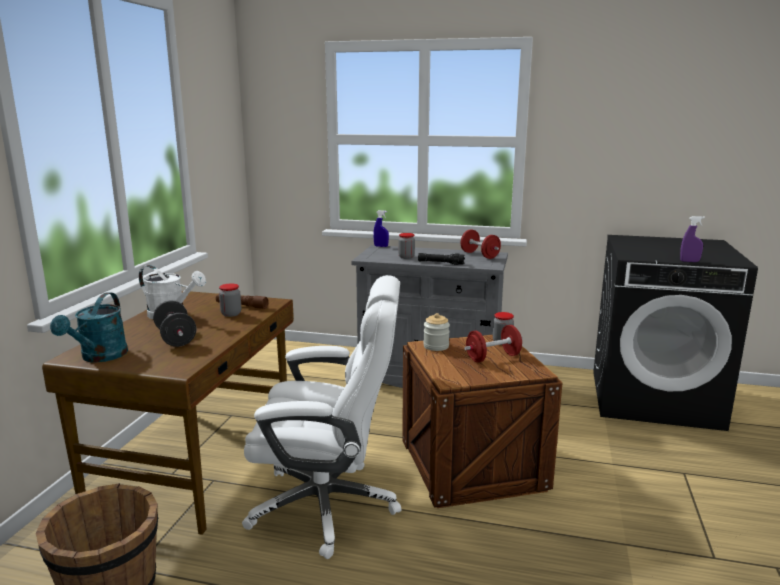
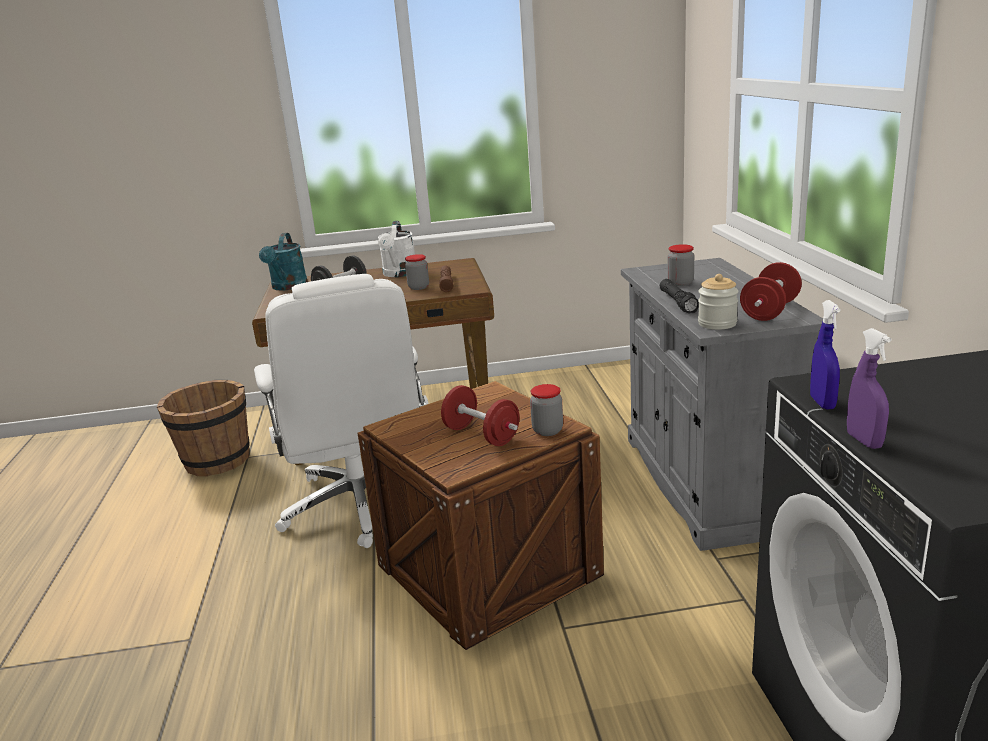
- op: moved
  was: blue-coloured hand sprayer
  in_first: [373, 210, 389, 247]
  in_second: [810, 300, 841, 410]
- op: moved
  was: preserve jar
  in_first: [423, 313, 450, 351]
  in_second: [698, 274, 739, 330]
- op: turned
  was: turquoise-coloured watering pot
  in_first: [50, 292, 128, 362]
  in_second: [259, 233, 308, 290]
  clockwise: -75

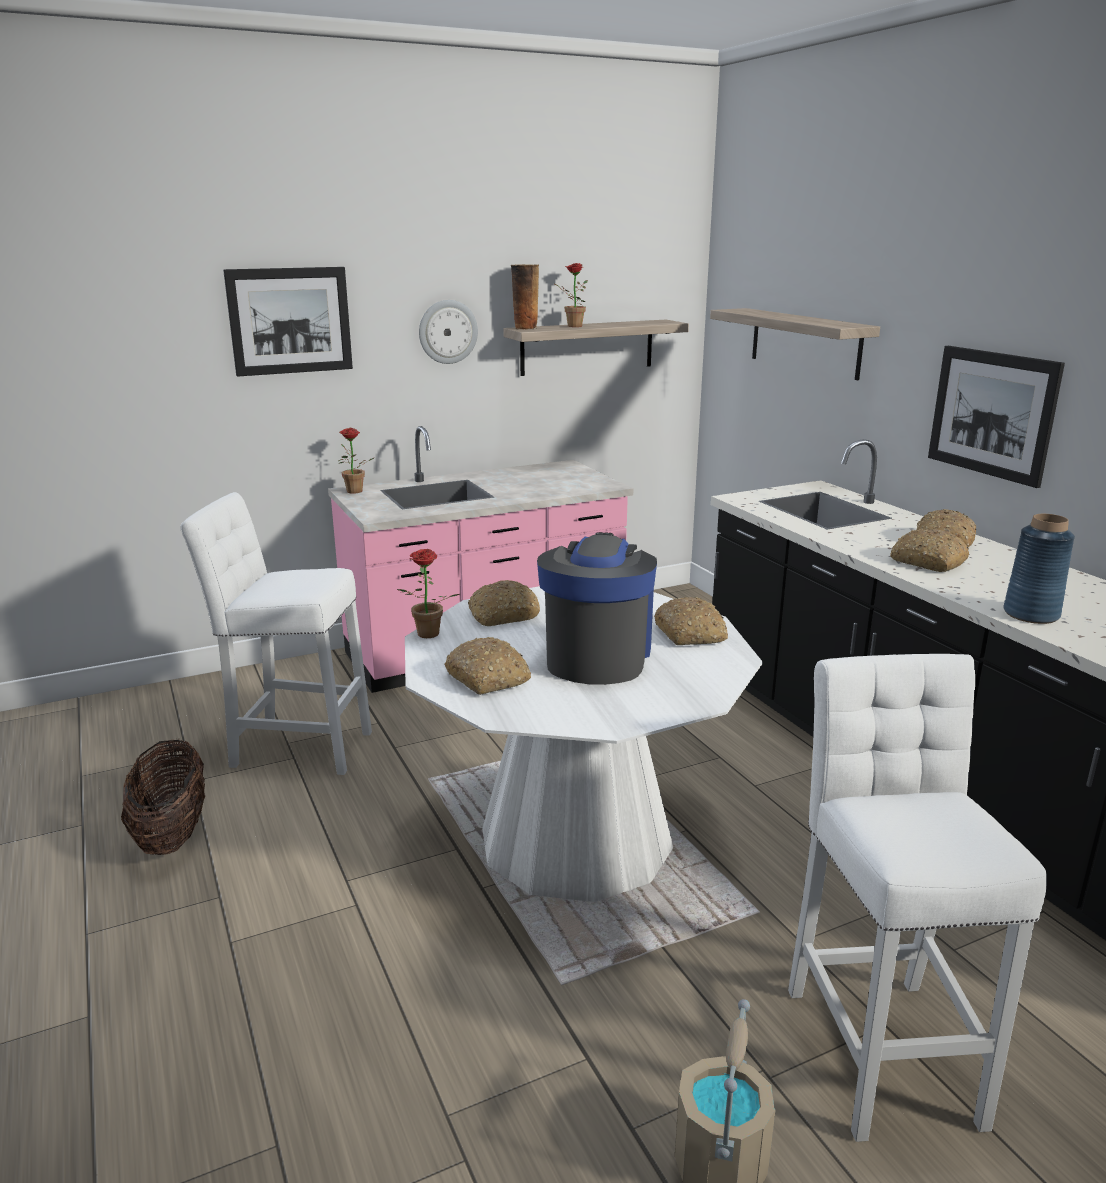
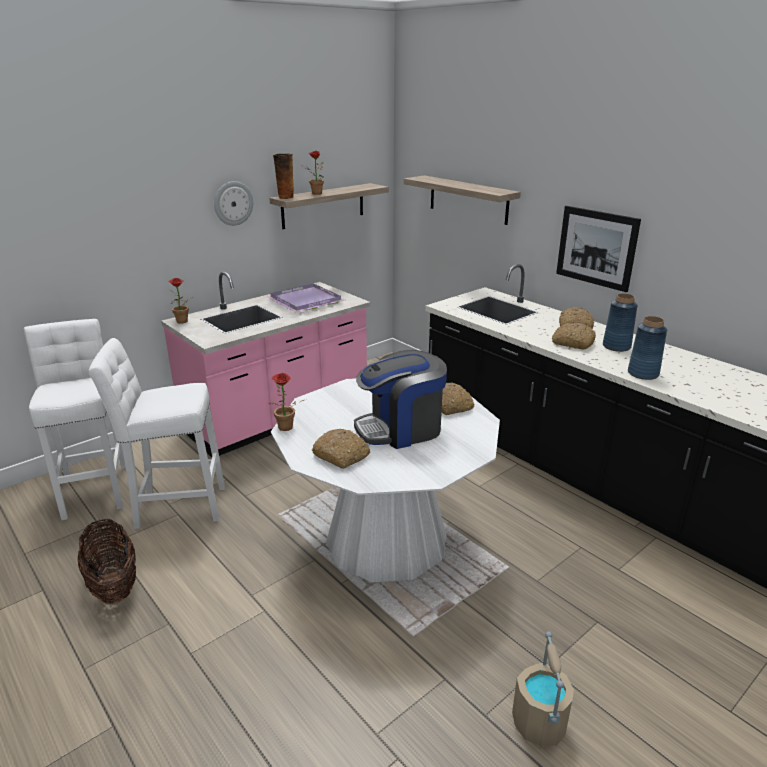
- op: removed
  was: picture
  in_first: [223, 267, 353, 377]
- op: removed
  was: baked bread
  in_first: [468, 580, 540, 626]
- op: added
  now: purple tray
  in_second: [266, 283, 345, 312]
- op: added
  now: blue-coloured flower vase
  in_second: [603, 293, 638, 352]
- op: moved
  was: white stool seat
  in_first: [788, 654, 1047, 1142]
  in_second: [24, 319, 126, 520]
- op: turned
  was: coffee machine
  in_first: [537, 532, 657, 685]
  in_second: [354, 350, 447, 449]
  clockwise: -105

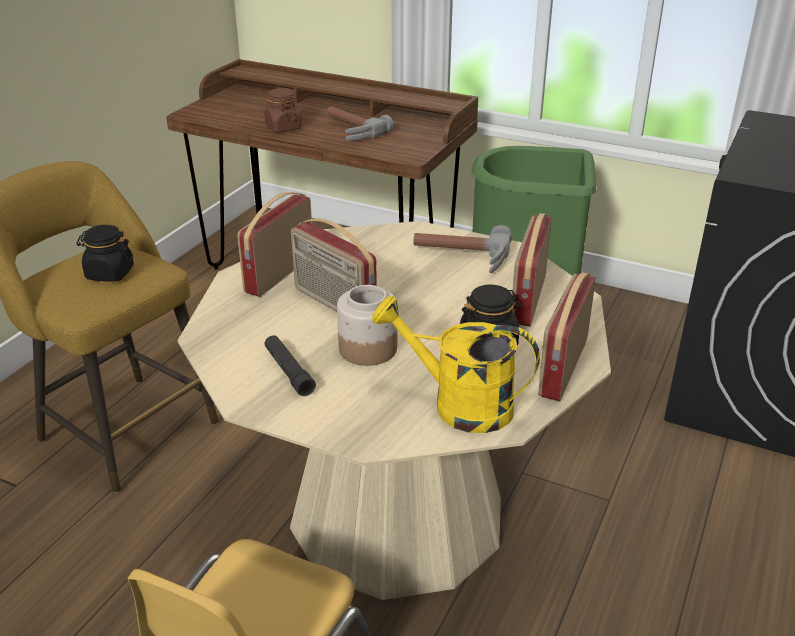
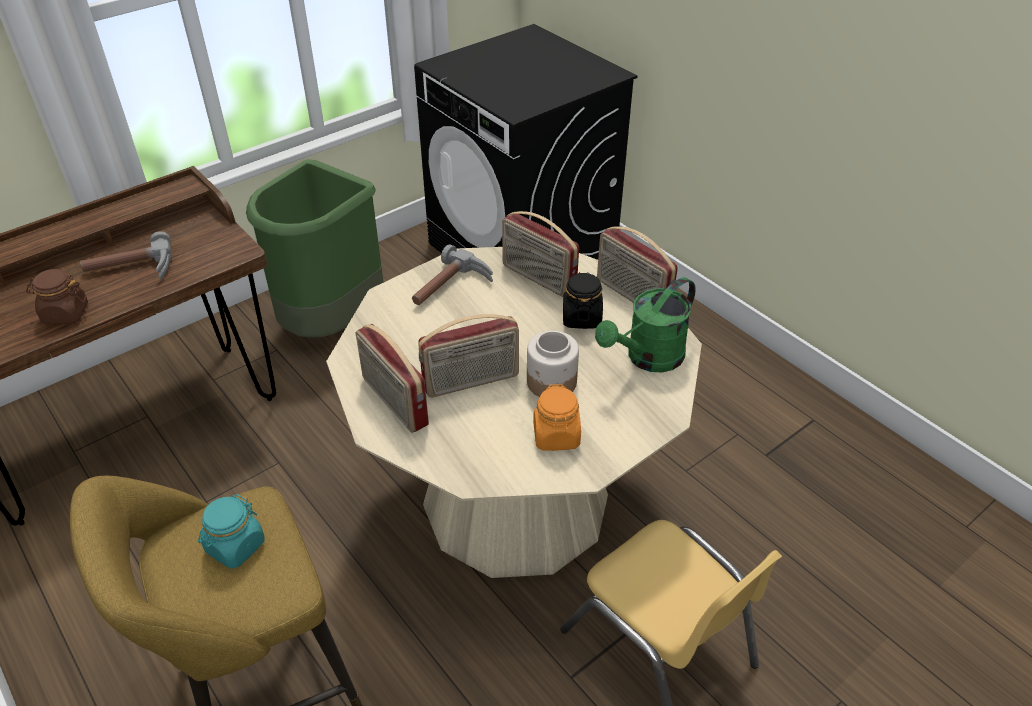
- op: replaced
  was: black-coloured flashlight
  now: orange preserve jar
  in_first: [265, 335, 316, 396]
  in_second: [533, 384, 581, 451]
- op: recoloured
  was: black-coloured preserve jar
  now: turquoise-coloured preserve jar
  in_first: [77, 225, 134, 282]
  in_second: [198, 494, 265, 568]
- op: recoloured
  was: yellow-coloured watering pot
  now: green watering pot
  in_first: [372, 296, 540, 433]
  in_second: [595, 277, 696, 372]

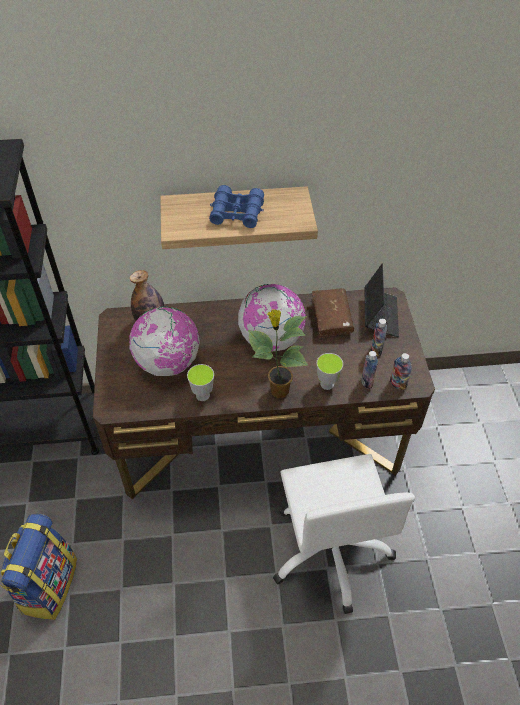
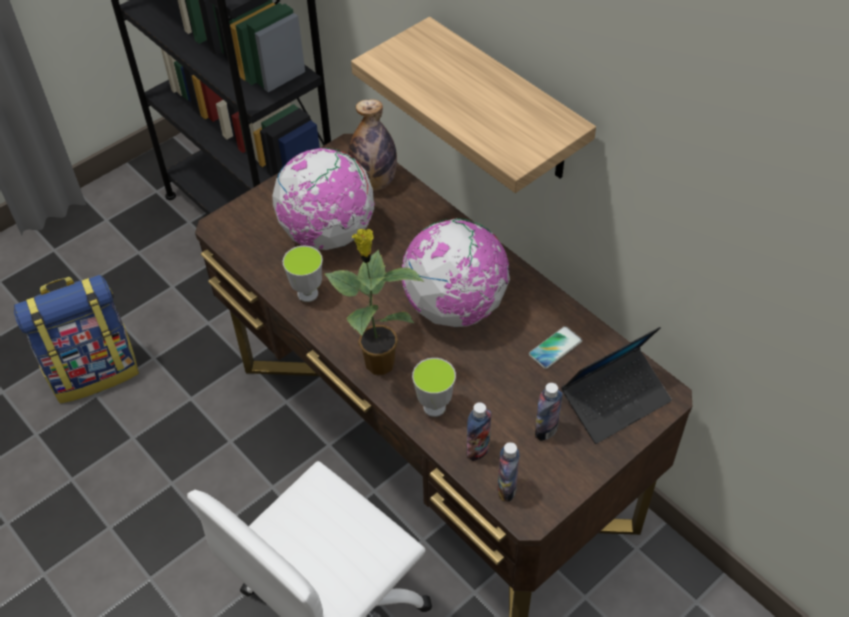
- op: removed
  was: blue-coloured binoculars
  in_first: [209, 185, 264, 228]
- op: replaced
  was: brown bound book
  now: handset
  in_first: [312, 288, 354, 339]
  in_second: [529, 326, 582, 369]

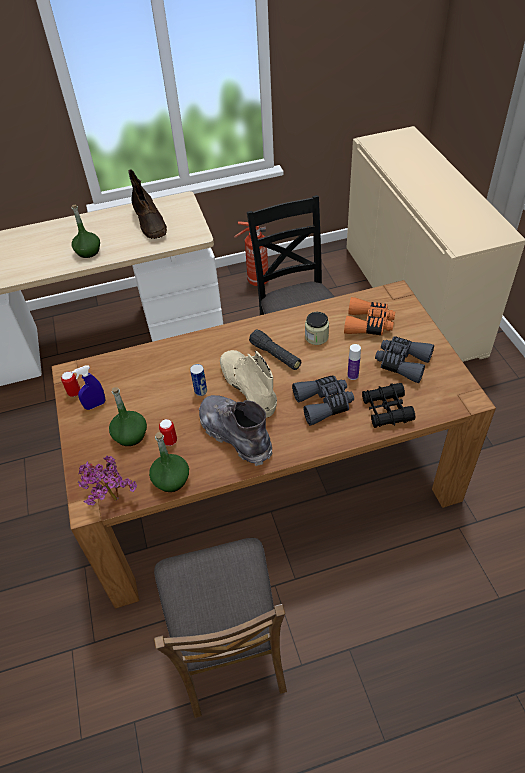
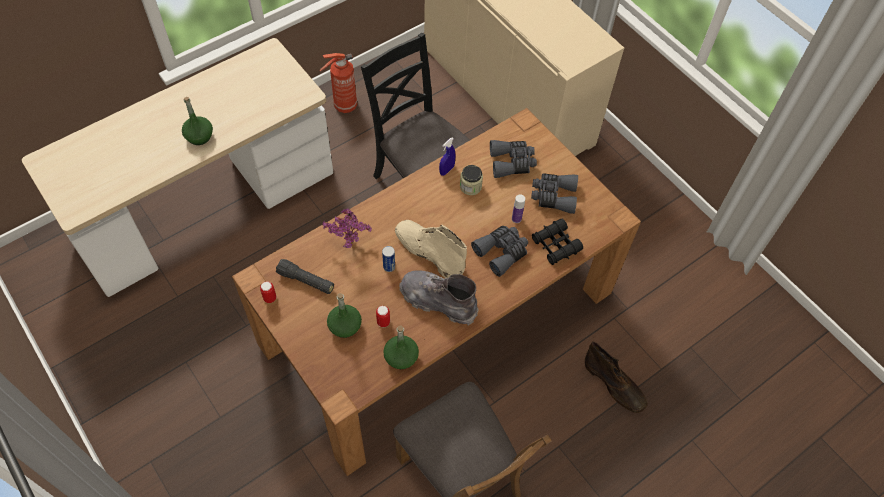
- op: moved
  was: blue-coloured hand sprayer
  in_first: [72, 366, 106, 410]
  in_second: [439, 138, 456, 176]
- op: moved
  was: houseplant
  in_first: [77, 456, 137, 506]
  in_second: [322, 208, 372, 248]
- op: moved
  was: brown high-top boot
  in_first: [129, 170, 167, 239]
  in_second: [585, 341, 648, 413]
- op: moved
  was: black-coloured flashlight
  in_first: [249, 330, 301, 370]
  in_second: [276, 259, 334, 294]
- op: recoloured
  was: orange binoculars
  now: greyish binoculars
  in_first: [344, 297, 395, 335]
  in_second: [490, 140, 537, 178]

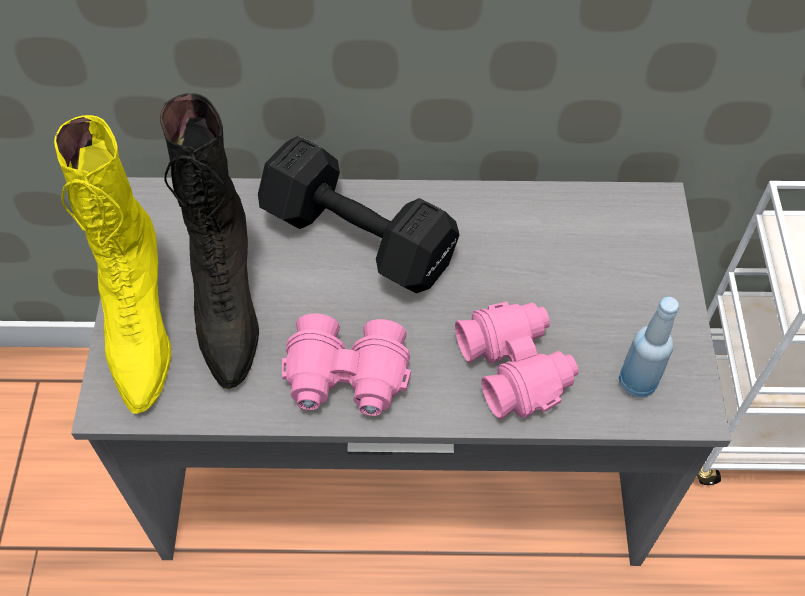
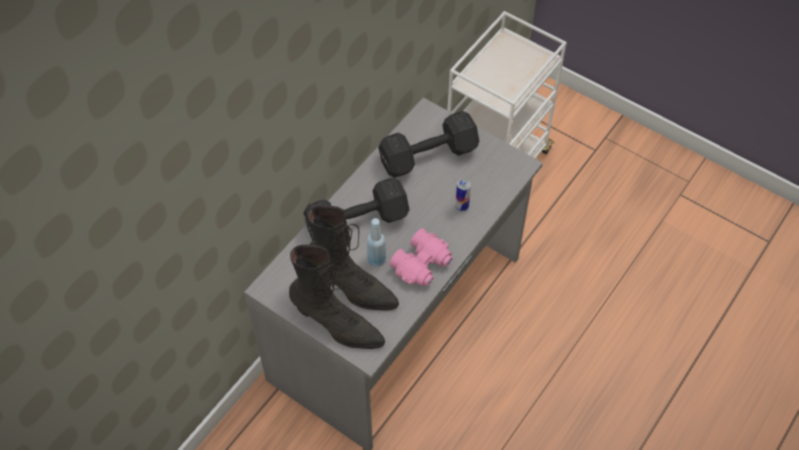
- op: added
  now: black-coloured free weight
  in_second: [378, 111, 479, 178]
- op: moved
  was: blue-coloured beverage bottle
  in_first: [619, 297, 679, 398]
  in_second: [367, 218, 386, 267]
- op: replaced
  was: pinkish binoculars
  now: sealed can
  in_first: [455, 302, 579, 419]
  in_second: [455, 178, 471, 211]
- op: recoloured
  was: yellow-coloured high-top boot
  now: black-coloured high-top boot
  in_first: [54, 115, 171, 414]
  in_second: [289, 245, 385, 349]

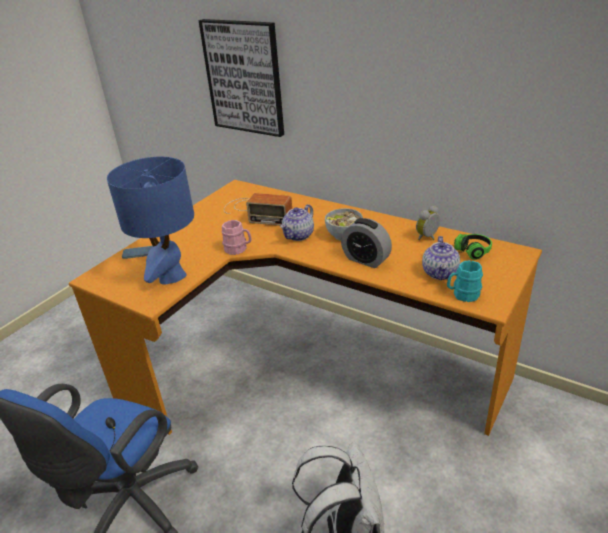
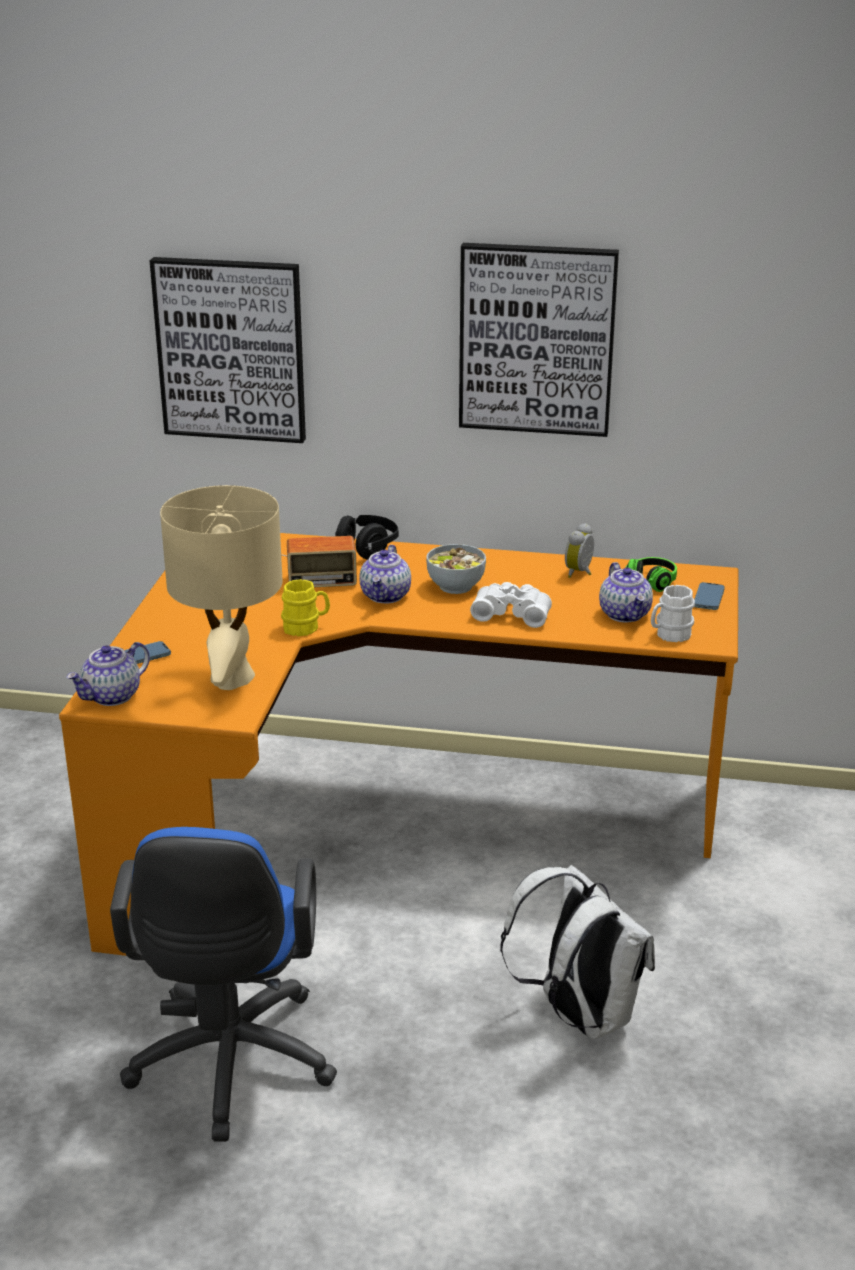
- op: added
  now: teapot
  in_second: [67, 642, 150, 706]
- op: added
  now: black-coloured headphones
  in_second: [335, 515, 399, 559]
- op: added
  now: picture
  in_second: [459, 243, 619, 437]
- op: added
  now: handset
  in_second: [694, 582, 725, 610]
- op: replaced
  was: bedside clock
  now: white binoculars
  in_first: [341, 218, 392, 268]
  in_second: [470, 582, 552, 628]
- op: recoloured
  was: blue-coloured tabletop lamp
  now: beige tabletop lamp
  in_first: [107, 157, 194, 285]
  in_second: [160, 485, 283, 690]
- op: recoloured
  was: pinkish coffee mug
  now: yellow-coloured coffee mug
  in_first: [221, 220, 252, 255]
  in_second: [281, 579, 330, 636]
- op: recoloured
  was: turquoise-coloured coffee mug
  now: white coffee mug
  in_first: [447, 260, 483, 302]
  in_second: [651, 585, 695, 642]

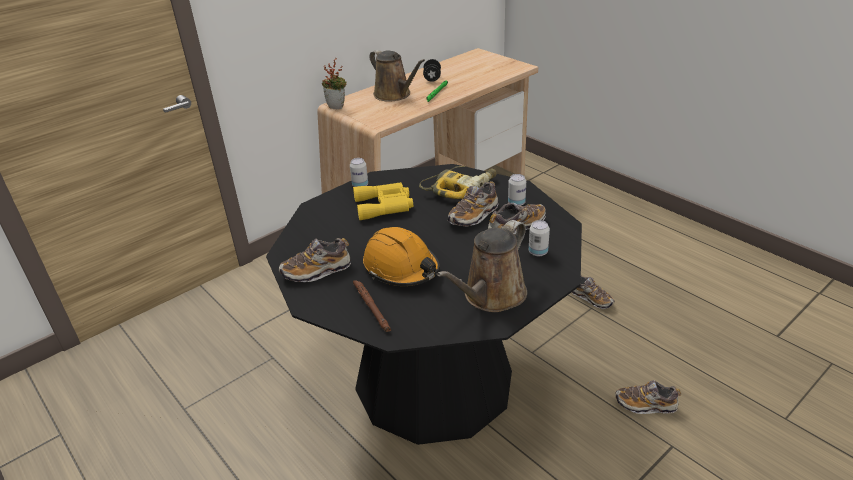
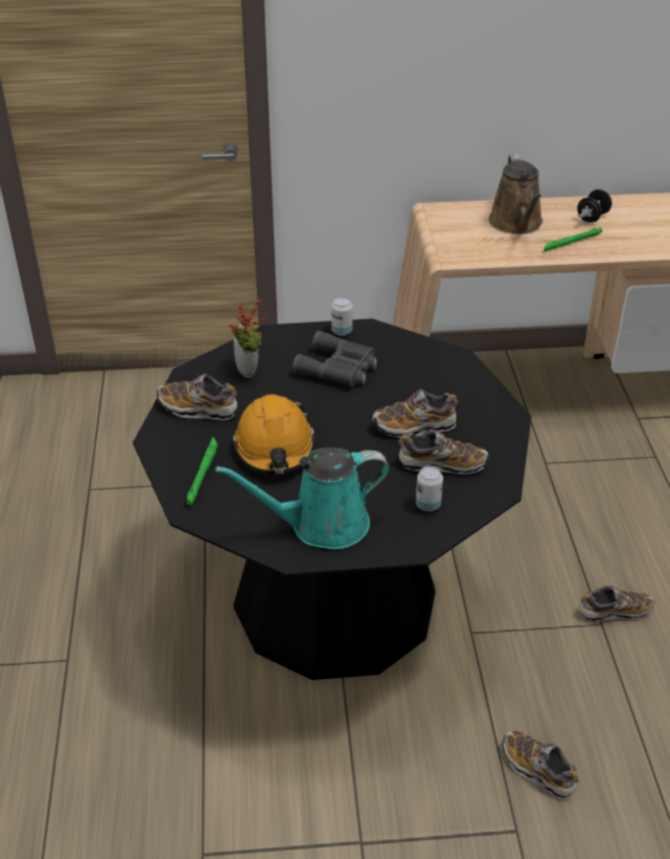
- op: removed
  was: power drill
  in_first: [419, 166, 496, 199]
- op: removed
  was: sealed can
  in_first: [508, 174, 526, 206]
- op: moved
  was: houseplant
  in_first: [322, 58, 347, 109]
  in_second: [228, 299, 267, 378]
- op: recoloured
  was: yellow-coloured binoculars
  now: greyish binoculars
  in_first: [353, 182, 413, 220]
  in_second: [292, 331, 378, 387]
- op: recoloured
  was: brown flashlight
  now: green flashlight
  in_first: [353, 281, 391, 332]
  in_second: [186, 437, 218, 506]
- op: recoloured
  was: brown watering pot
  now: turquoise-coloured watering pot
  in_first: [437, 220, 527, 312]
  in_second: [215, 448, 389, 549]
- op: turned
  was: shoe
  in_first: [571, 276, 614, 309]
  in_second: [578, 585, 655, 622]
  clockwise: -90

